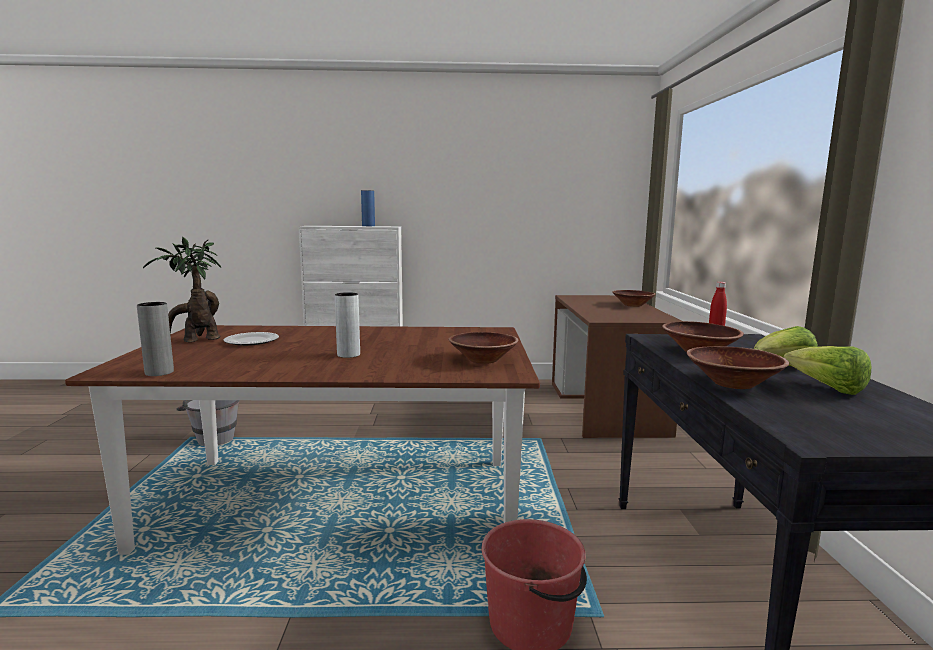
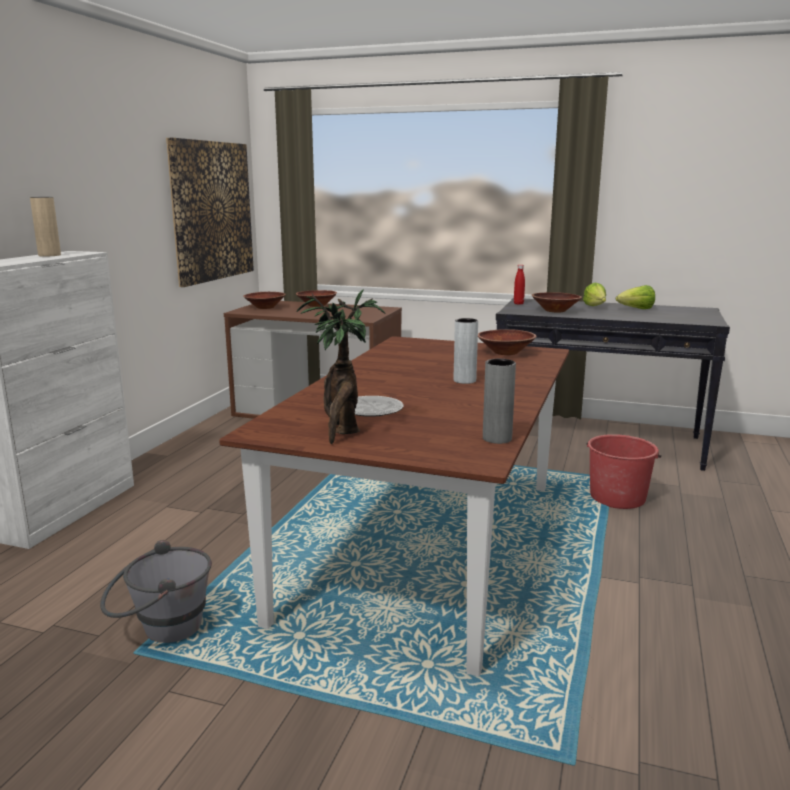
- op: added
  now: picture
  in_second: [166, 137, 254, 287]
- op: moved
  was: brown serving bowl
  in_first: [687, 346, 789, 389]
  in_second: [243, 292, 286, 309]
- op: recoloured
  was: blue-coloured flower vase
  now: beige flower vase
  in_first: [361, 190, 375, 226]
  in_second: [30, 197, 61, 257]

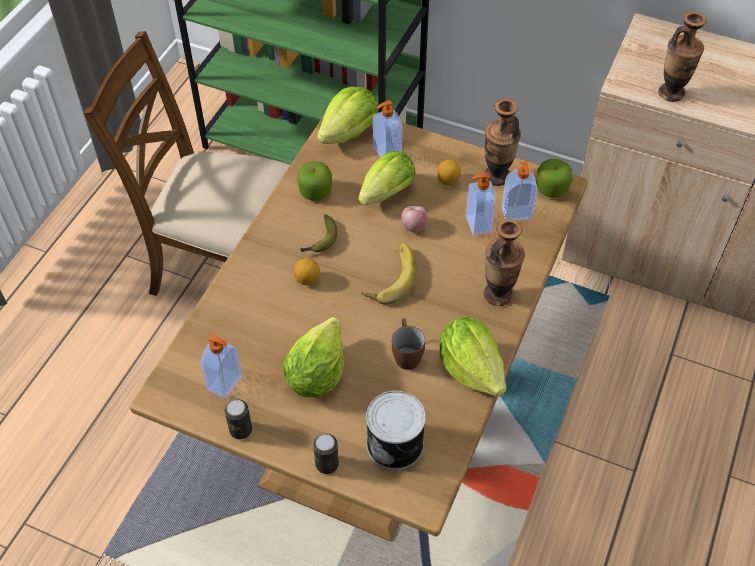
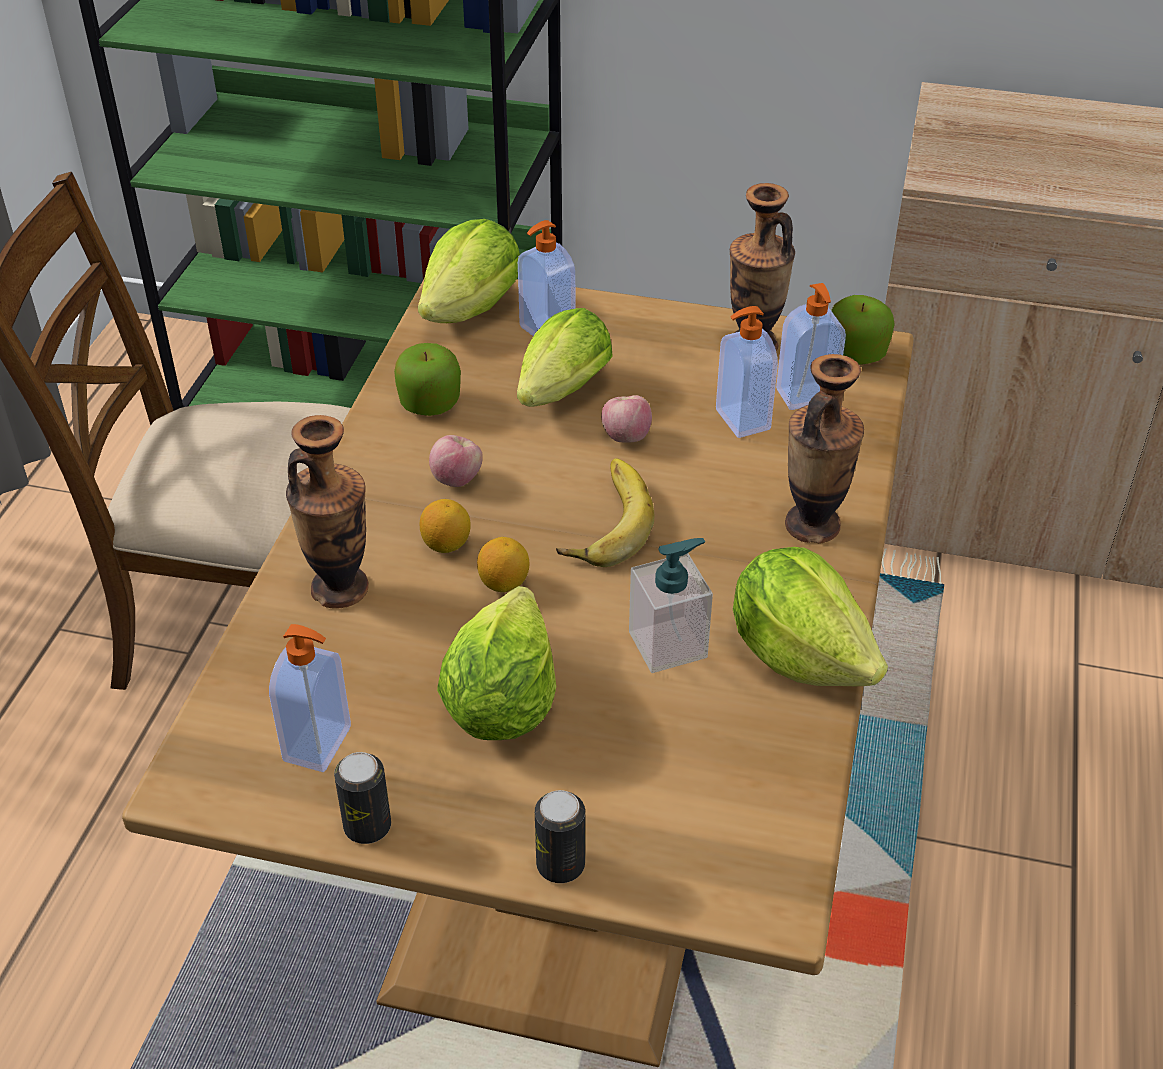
- op: removed
  was: sealed can
  in_first: [366, 391, 426, 470]
- op: moved
  was: whole lemon
  in_first: [437, 160, 461, 185]
  in_second: [477, 537, 529, 592]
- op: moved
  was: flower vase
  in_first: [658, 12, 707, 102]
  in_second: [286, 415, 369, 609]
- op: replaced
  was: banana fruit
  now: apple
  in_first: [300, 215, 338, 252]
  in_second: [429, 435, 483, 487]
- op: replaced
  was: brown coffee mug
  now: soap dispenser
  in_first: [392, 319, 425, 370]
  in_second: [629, 538, 713, 673]

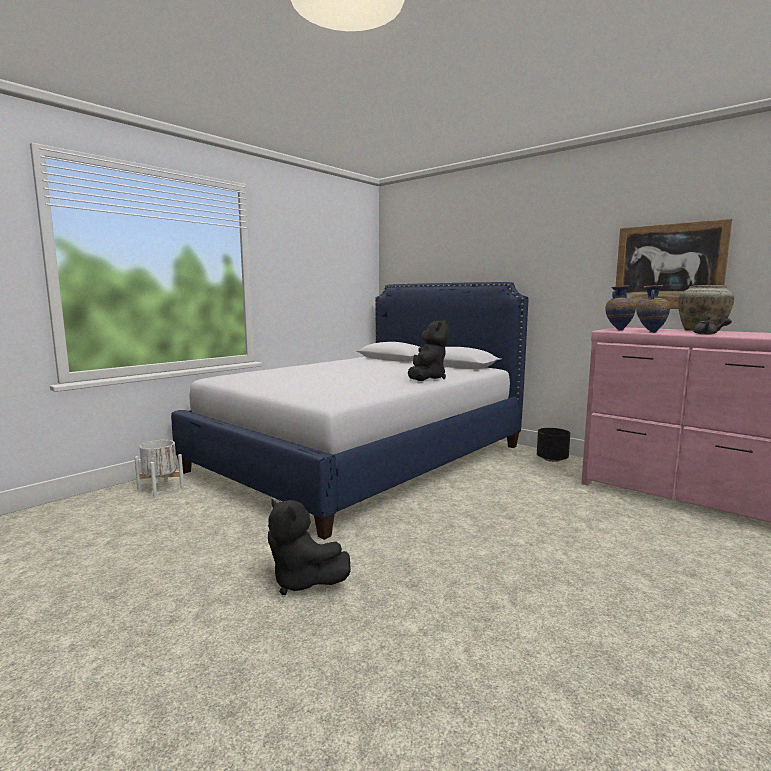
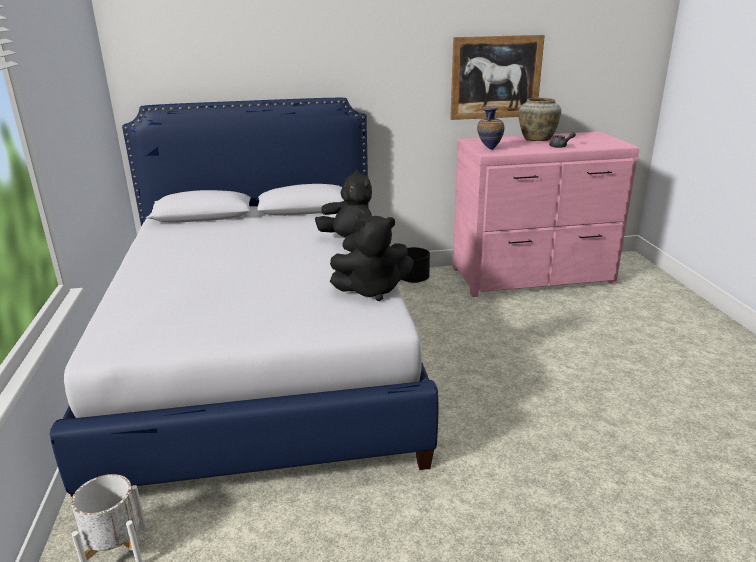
- op: removed
  was: flower vase
  in_first: [636, 285, 670, 333]
- op: moved
  was: black-coloured plush toy
  in_first: [268, 499, 351, 595]
  in_second: [330, 216, 414, 301]

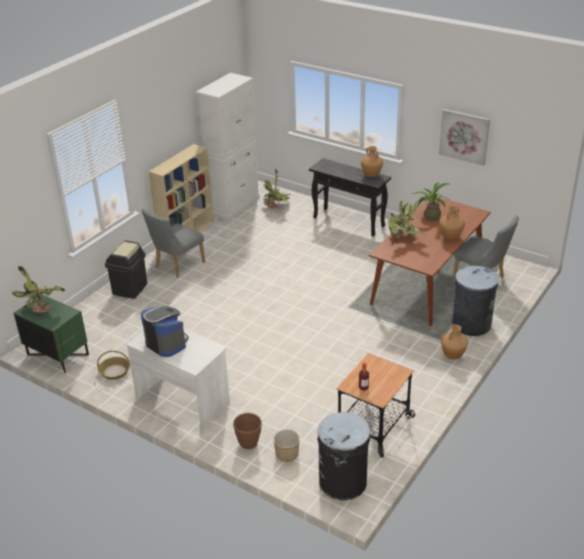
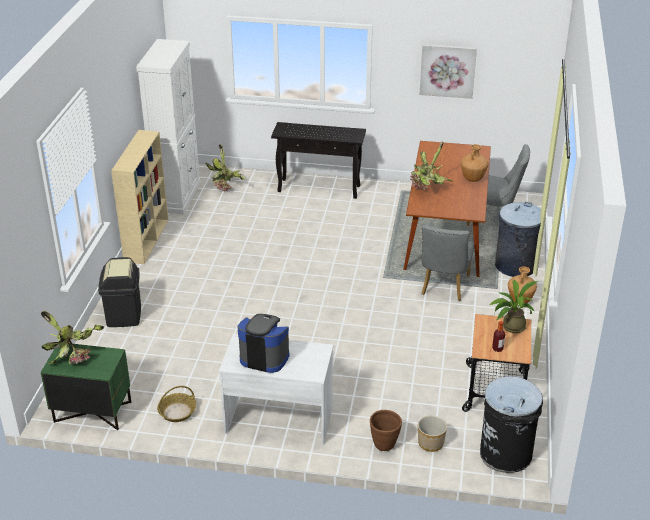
- op: removed
  was: brown flower vase
  in_first: [361, 146, 383, 177]
- op: moved
  was: greyish chair
  in_first: [142, 208, 205, 278]
  in_second: [422, 225, 474, 301]
- op: moved
  was: houseplant
  in_first: [411, 182, 451, 221]
  in_second: [489, 280, 538, 333]

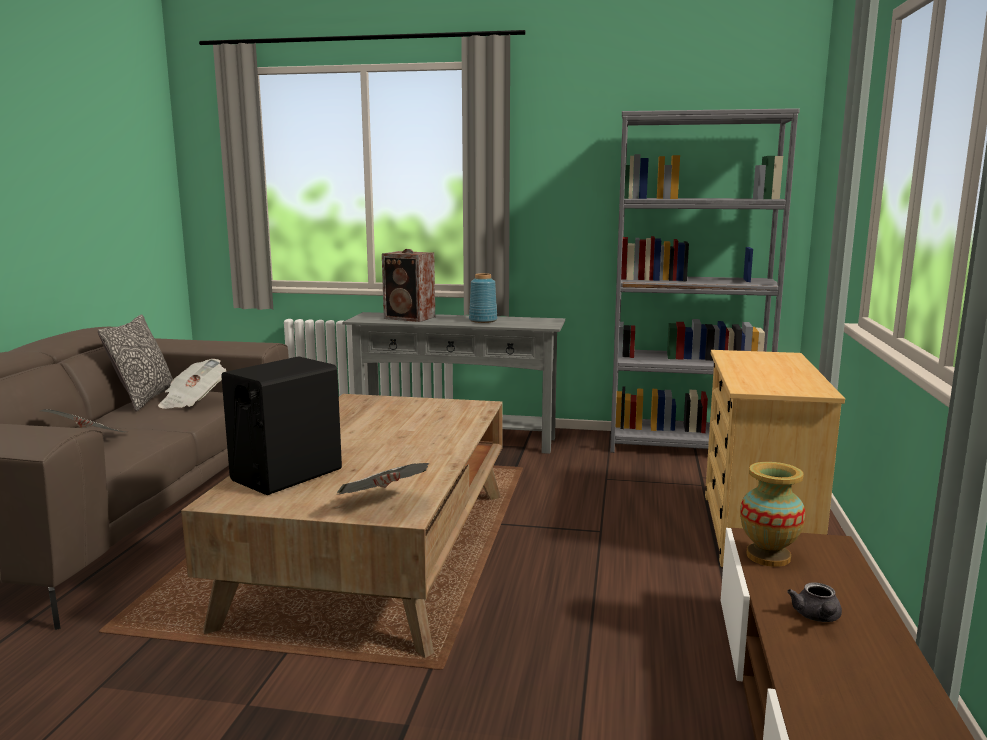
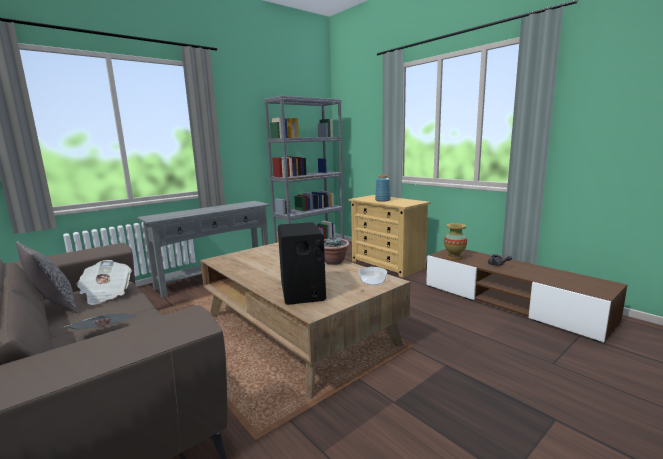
- op: removed
  was: speaker
  in_first: [382, 249, 435, 322]
- op: added
  now: houseplant
  in_second: [324, 237, 350, 265]
- op: moved
  was: blue-coloured flower vase
  in_first: [469, 273, 497, 323]
  in_second: [375, 175, 391, 202]
- op: replaced
  was: daily paper
  now: serving bowl
  in_first: [337, 463, 429, 494]
  in_second: [359, 267, 387, 285]

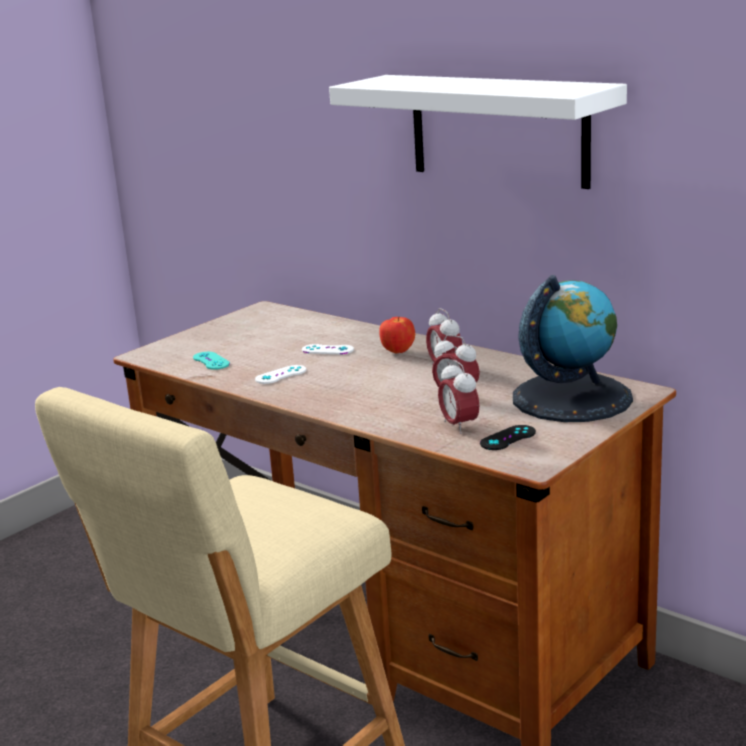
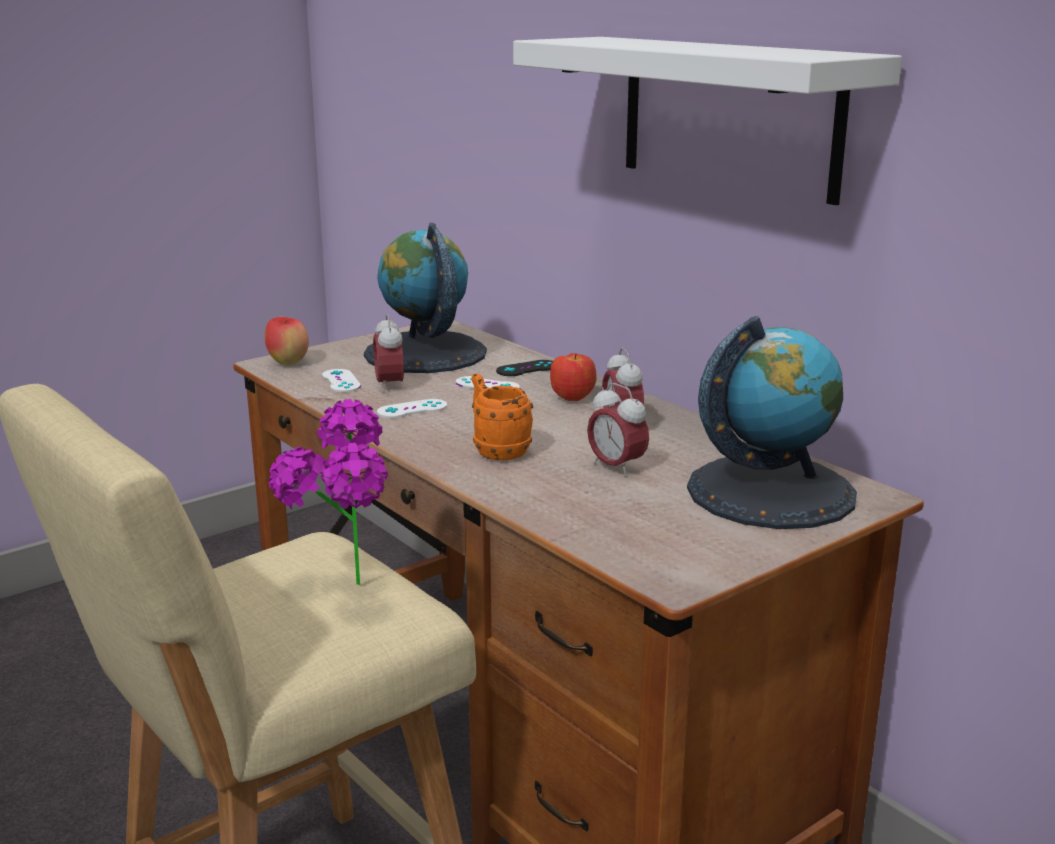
- op: added
  now: apple
  in_second: [265, 317, 309, 365]
- op: added
  now: houseplant
  in_second: [268, 399, 388, 585]
- op: added
  now: world globe
  in_second: [364, 223, 487, 373]
- op: added
  now: orange coffee mug
  in_second: [472, 374, 533, 460]
- op: moved
  was: bedside clock
  in_first: [438, 360, 479, 434]
  in_second: [373, 314, 404, 393]
- op: moved
  was: black-coloured joypad
  in_first: [480, 425, 536, 450]
  in_second: [496, 360, 553, 376]
- op: recoloured
  was: turquoise-coloured joypad
  now: white joypad
  in_first: [193, 352, 230, 370]
  in_second: [322, 369, 361, 392]

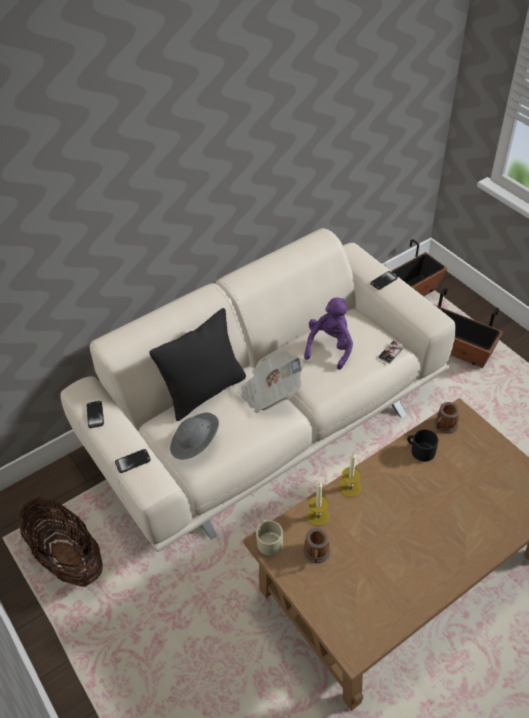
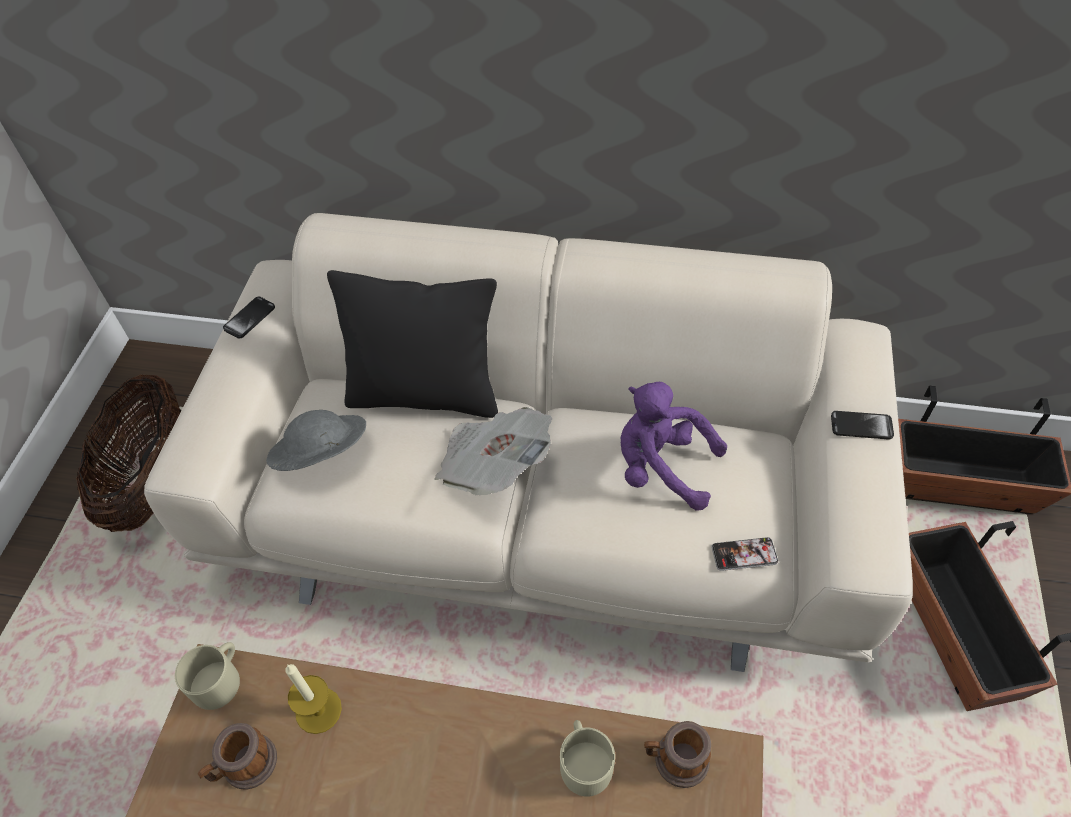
- op: removed
  was: handset
  in_first: [115, 449, 151, 473]
- op: removed
  was: wax candle
  in_first: [339, 452, 362, 497]
- op: recoloured
  was: black-coloured coffee mug
  now: beige coffee mug
  in_first: [407, 429, 439, 462]
  in_second: [560, 720, 615, 797]
- op: turned
  was: purple plush toy
  in_first: [304, 298, 353, 370]
  in_second: [620, 382, 727, 511]
  clockwise: -135

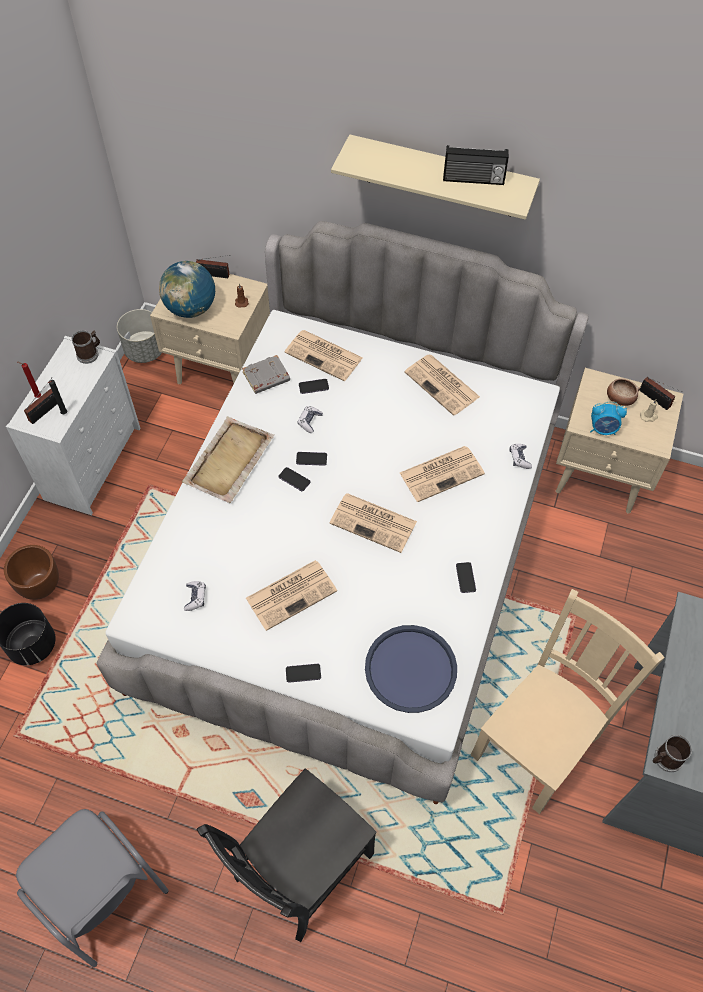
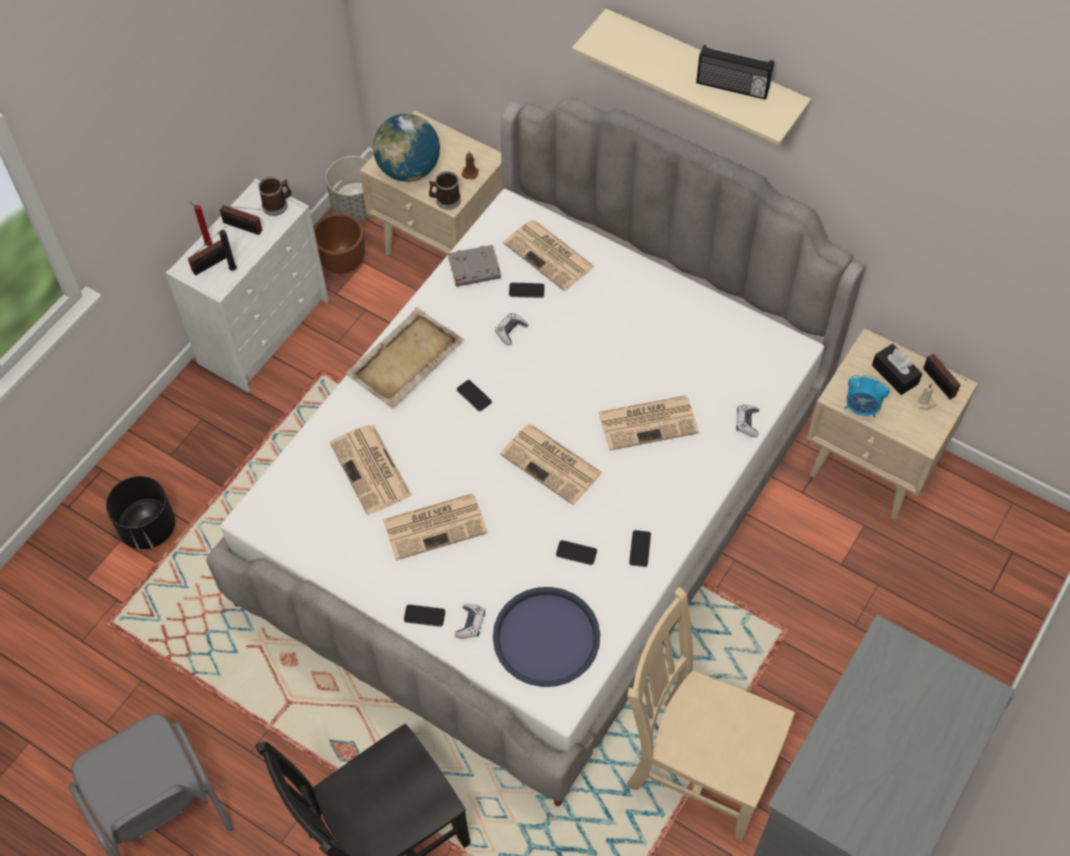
- op: moved
  was: brown flower pot
  in_first: [4, 545, 59, 600]
  in_second: [313, 213, 365, 274]
- op: moved
  was: joypad
  in_first: [184, 581, 206, 611]
  in_second: [455, 604, 485, 639]
- op: moved
  was: radio receiver
  in_first: [196, 255, 230, 278]
  in_second: [220, 205, 262, 235]
- op: moved
  was: handset
  in_first: [296, 452, 327, 466]
  in_second: [556, 540, 597, 565]
- op: moved
  was: daily paper
  in_first: [404, 355, 480, 416]
  in_second: [330, 425, 412, 515]
- op: moved
  was: coffee mug
  in_first: [653, 735, 692, 772]
  in_second: [429, 171, 461, 210]
- op: replaced
  was: serving bowl
  now: black-coloured tissue box
  in_first: [607, 378, 640, 406]
  in_second: [872, 344, 922, 395]
- op: turned
  was: beige chair
  in_first: [471, 589, 665, 814]
  in_second: [627, 587, 795, 842]
  clockwise: -120

